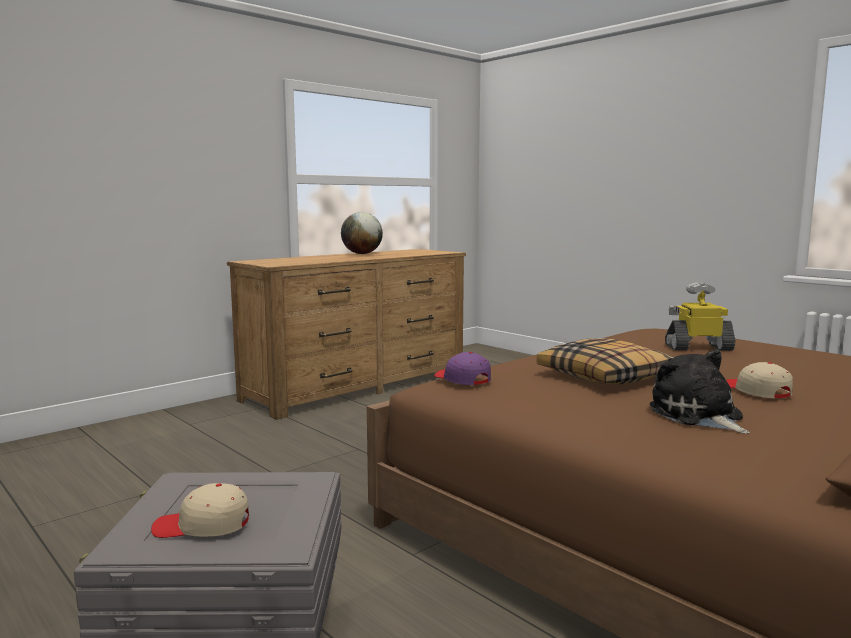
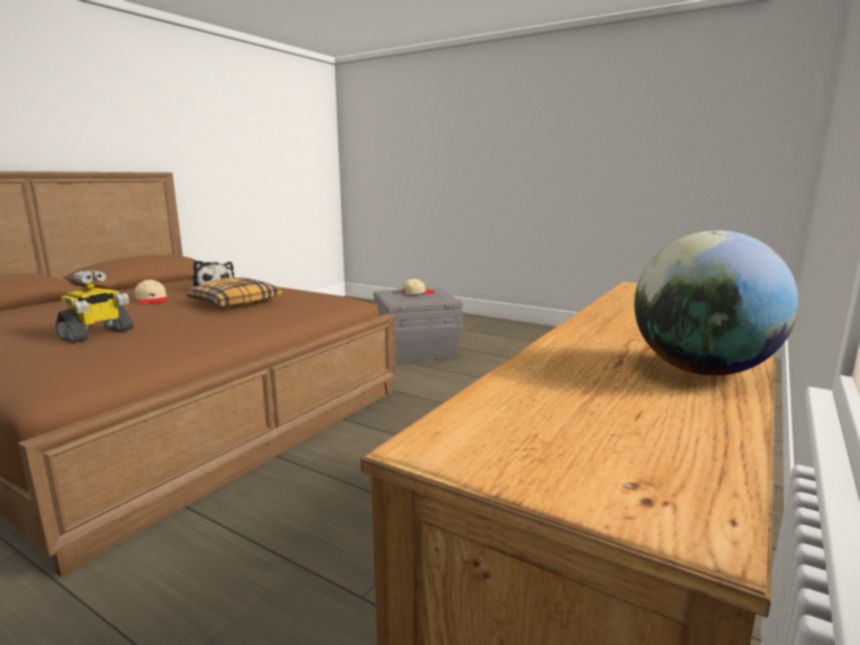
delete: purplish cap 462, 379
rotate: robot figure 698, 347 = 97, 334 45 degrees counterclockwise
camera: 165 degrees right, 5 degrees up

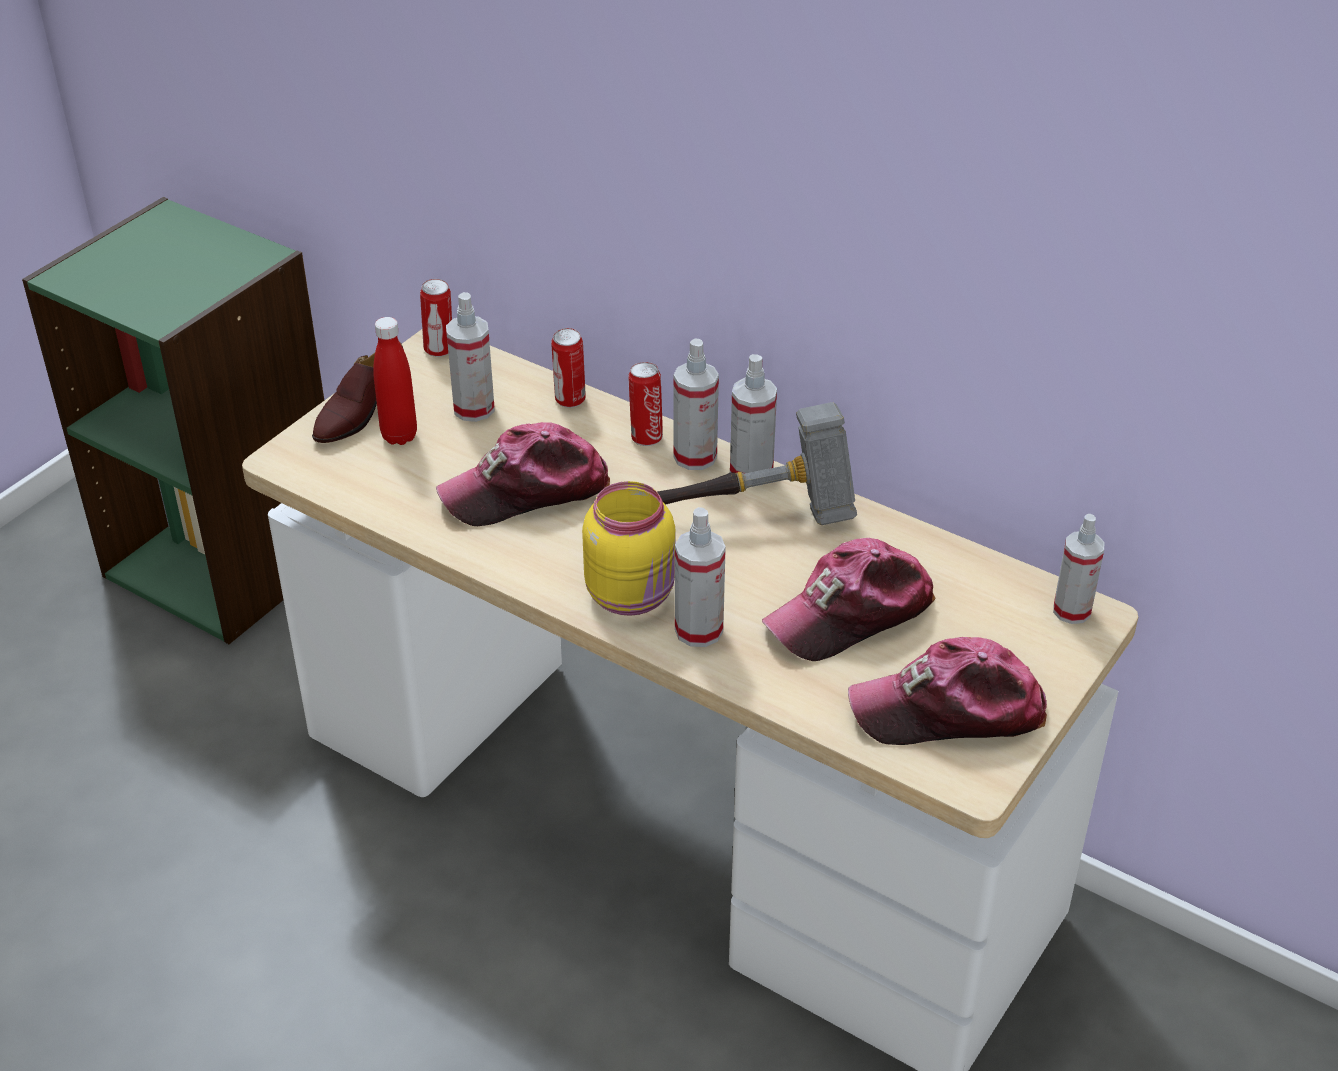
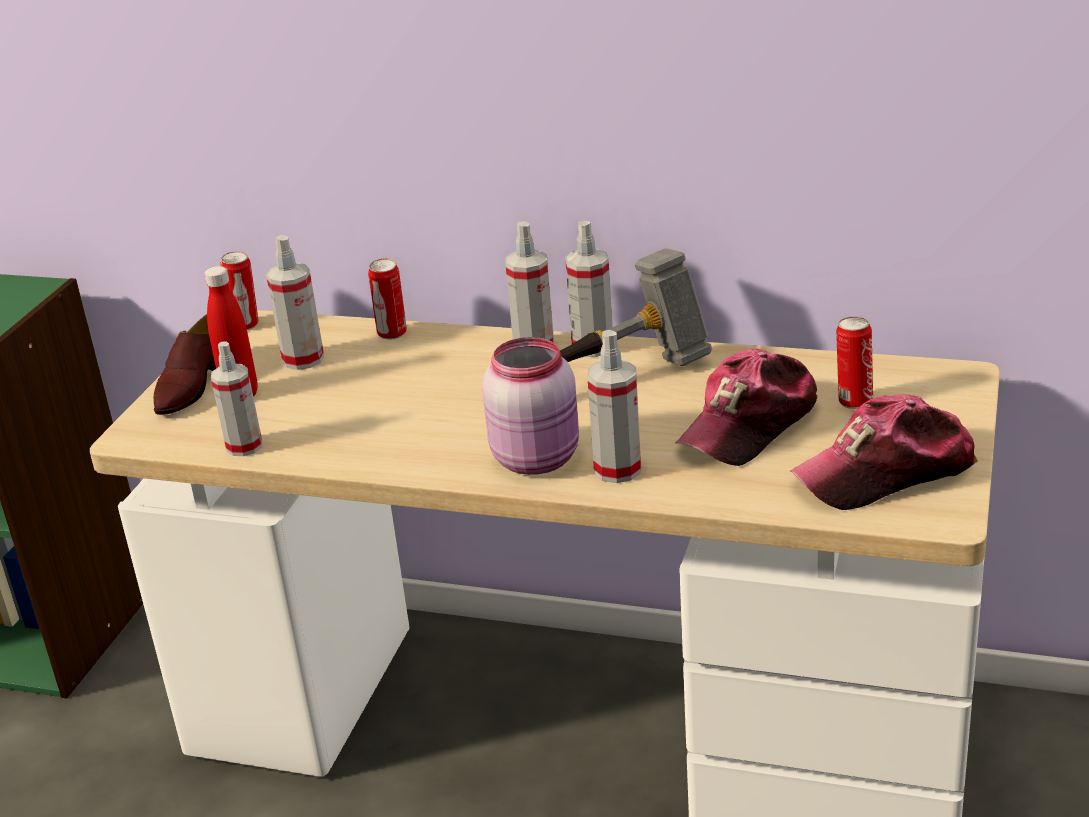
delete: cap 526, 491
move: spray bottle 1071, 611 to 244, 446; sealed can 646, 437 to 853, 401
recolor: yellowish storage jar 633, 594 to pink storage jar 538, 458
camera: 15 degrees left, 10 degrees down

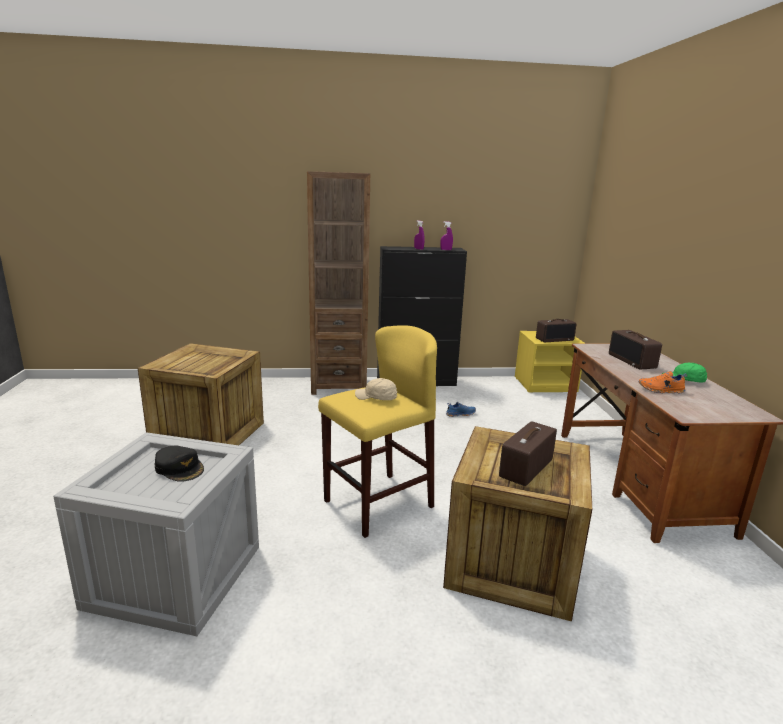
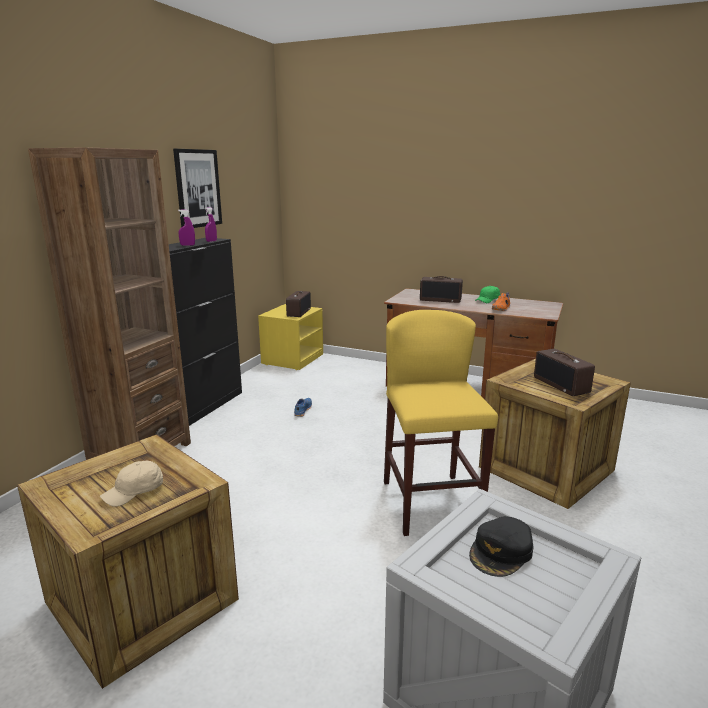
insert: wall art 197, 188
move: beige-coloured cap 376, 398 to 134, 492
rotate: black cap 180, 468 = 501, 552 150 degrees clockwise
camera: 60 degrees left, 0 degrees up

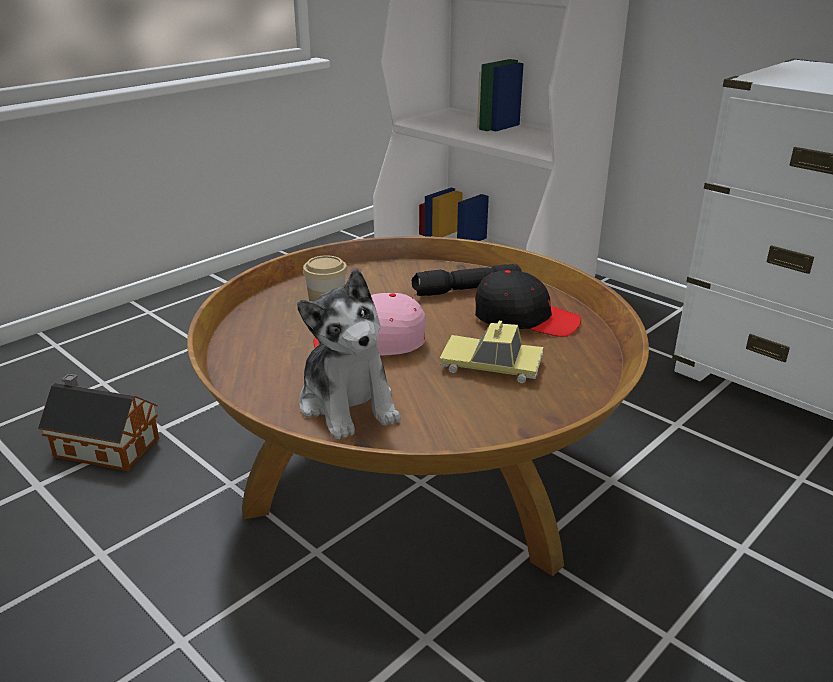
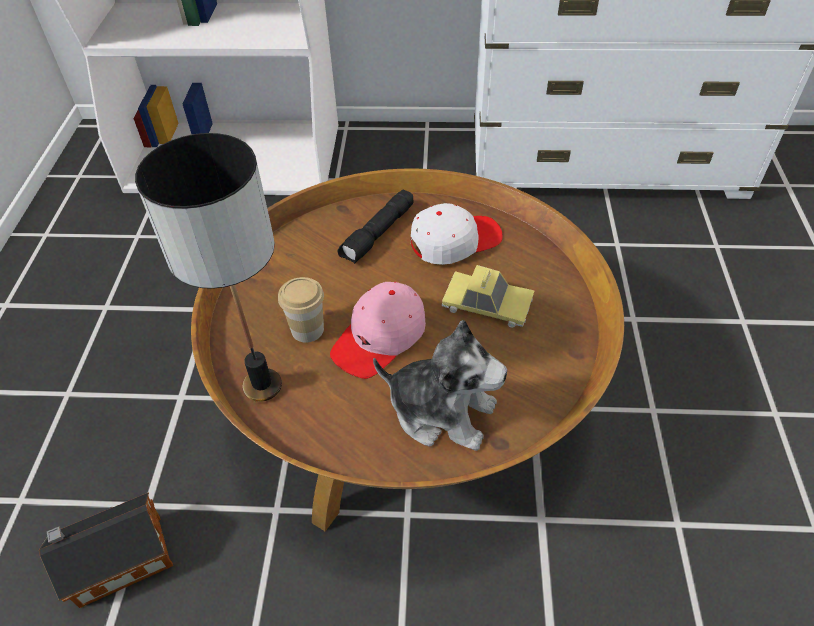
insert: lamp for a table 263, 385
recolor: black cap 525, 318 to whitish cap 454, 241
rotate: toy car 491, 365 = 487, 304 135 degrees counterclockwise
camera: 40 degrees left, 20 degrees up

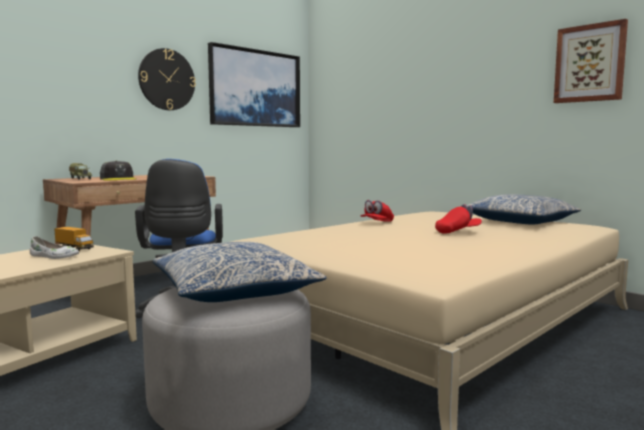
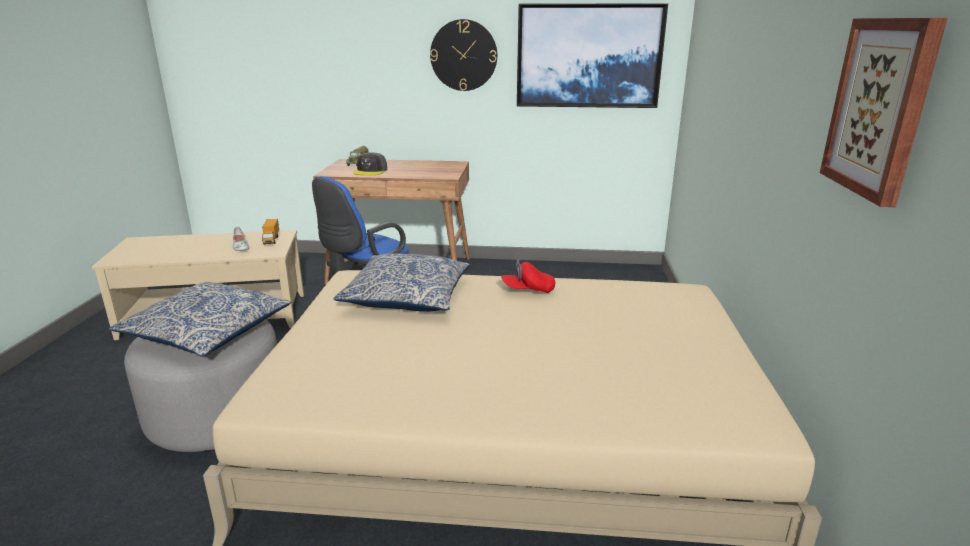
delete: red-coloured cap 458, 232
move: cushion 520, 221 to 407, 296
camera: 50 degrees right, 15 degrees up

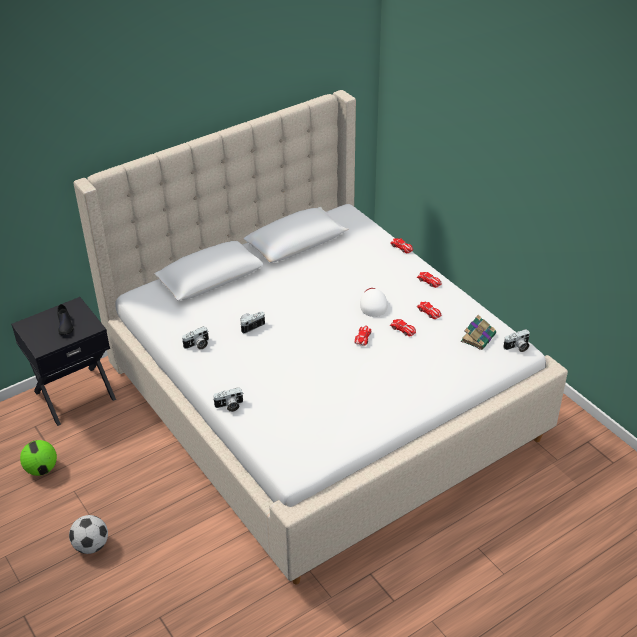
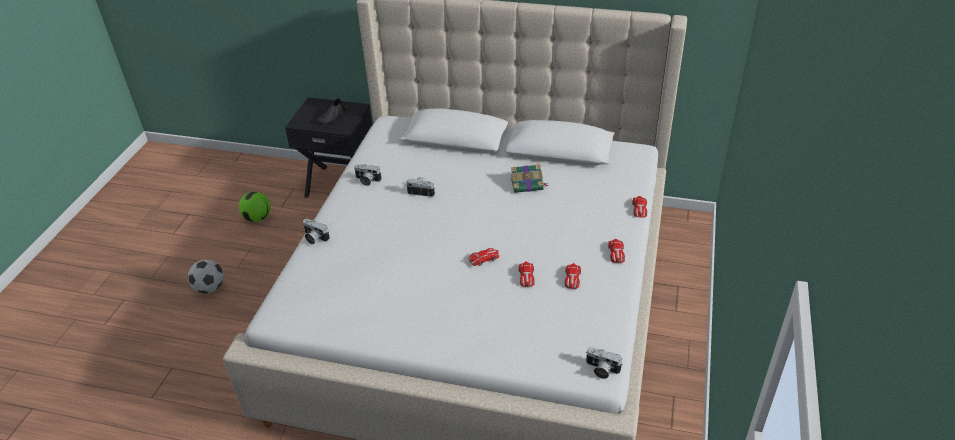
delete: whitish cap 373, 303
move: bound book 478, 337 to 528, 184
camera: 50 degrees right, 0 degrees up

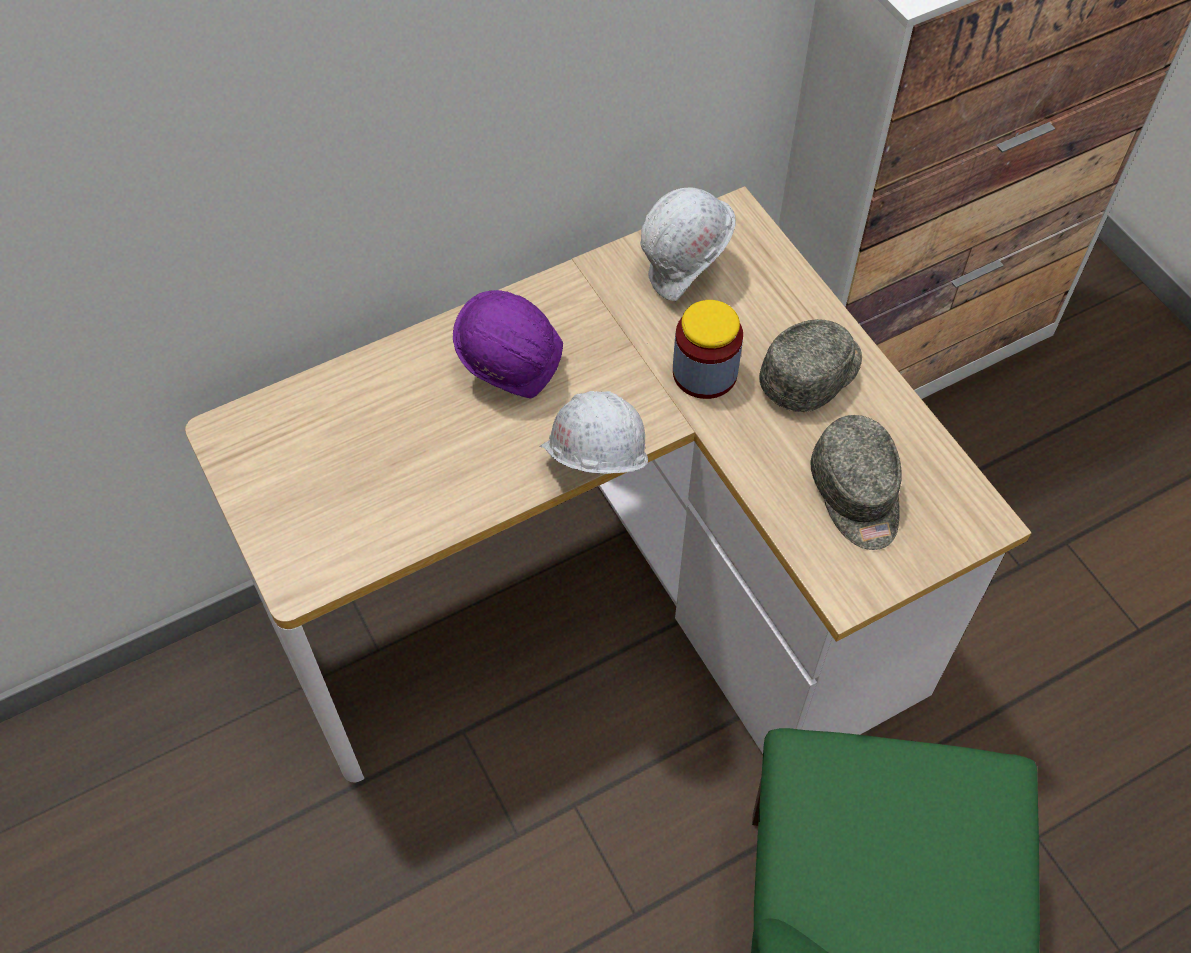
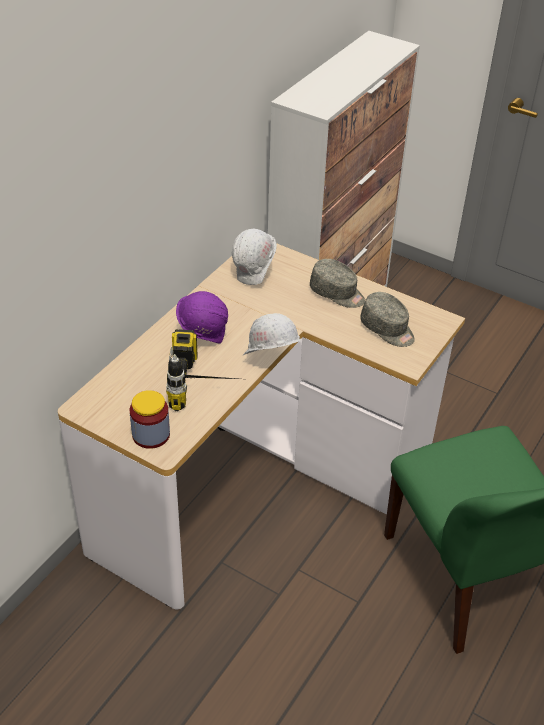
insert: electric drill 207, 387
move: storage jar 704, 373 to 151, 435
rotate: grey cap 812, 375 = 337, 293 105 degrees clockwise
camera: 30 degrees left, 15 degrees down

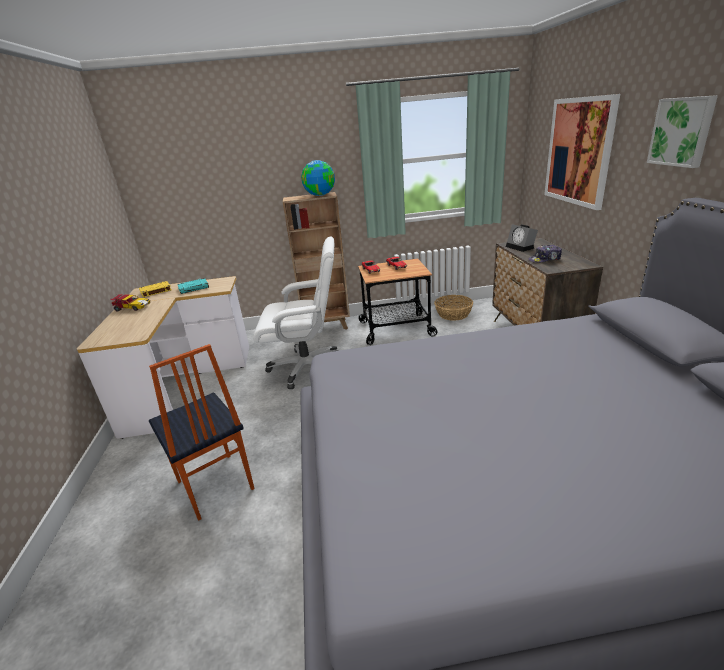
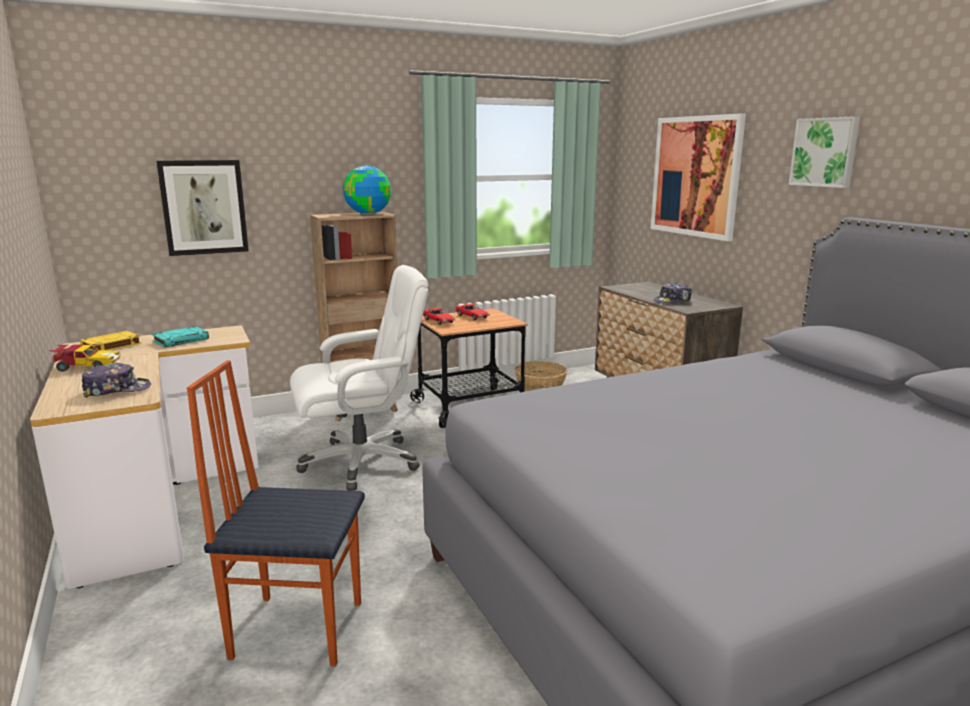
delete: table clock 521, 247
insert: cap 117, 390; wall art 204, 207
rotate: plain chair 214, 486 = 297, 628 150 degrees clockwise
camera: 20 degrees left, 10 degrees down

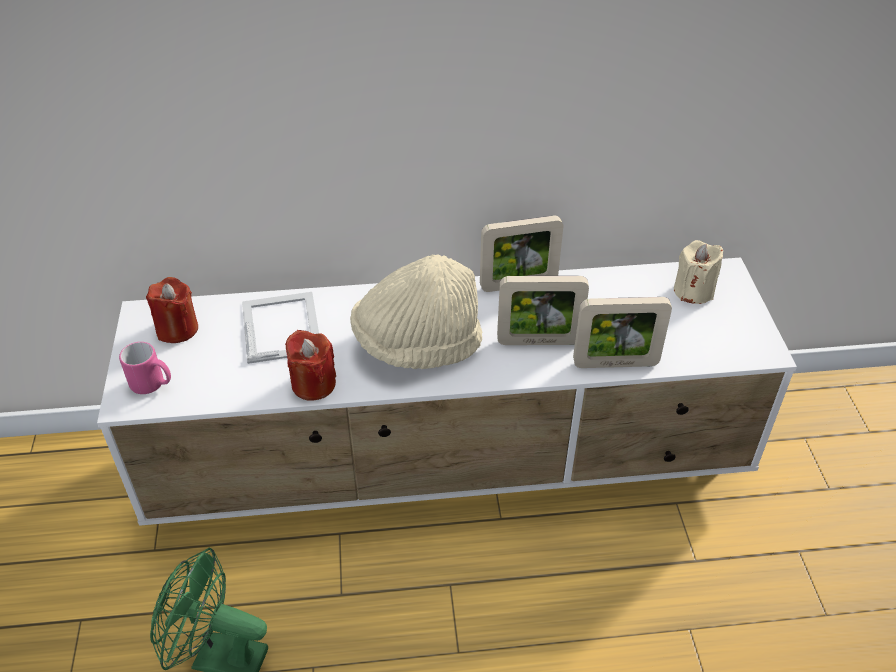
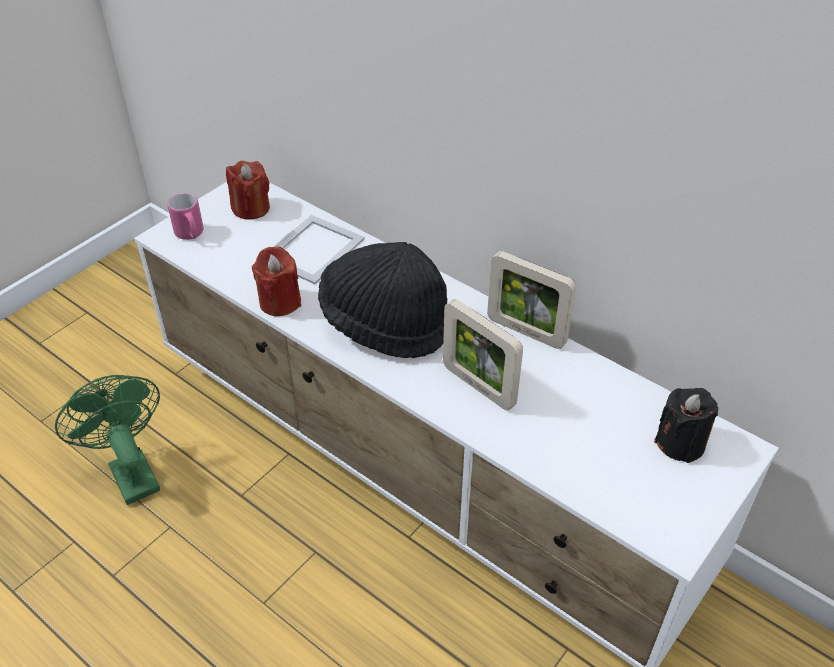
delete: picture frame 615, 364
recolor: beige-coloured hat 417, 344 to black hat 385, 324; beige-coloured wax candle 693, 291 to black wax candle 680, 443
camera: 45 degrees right, 0 degrees up

